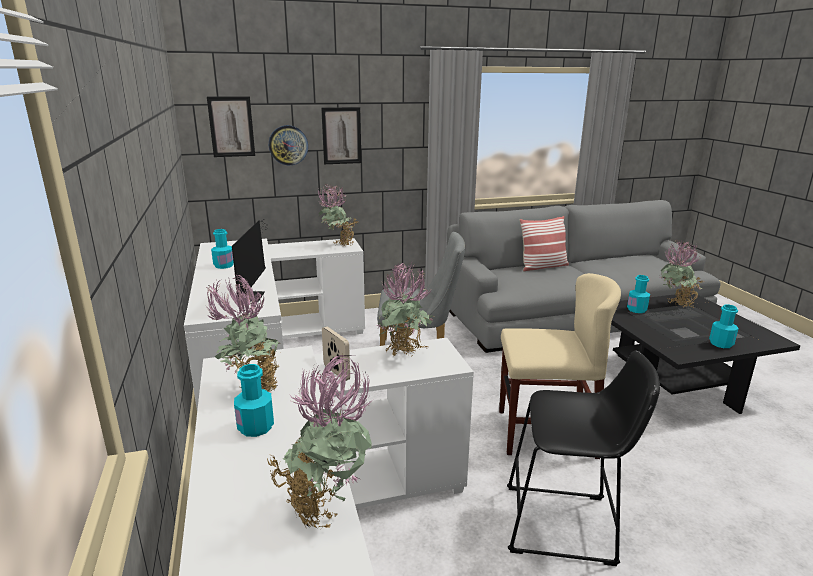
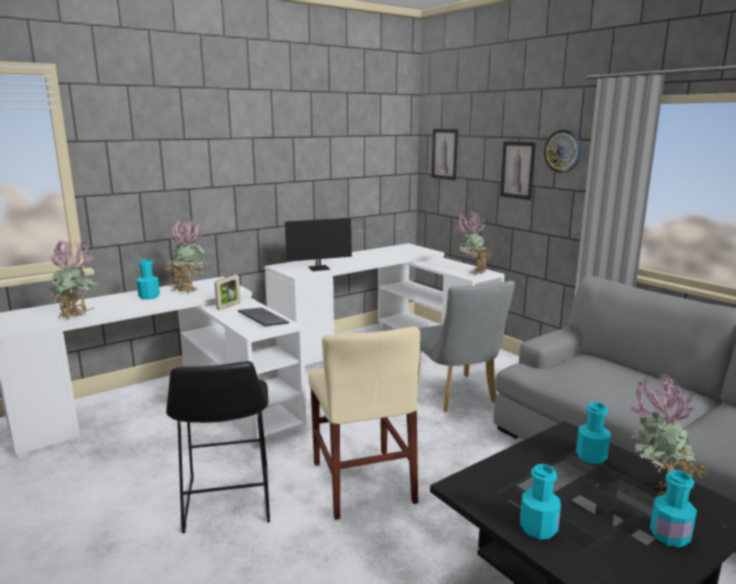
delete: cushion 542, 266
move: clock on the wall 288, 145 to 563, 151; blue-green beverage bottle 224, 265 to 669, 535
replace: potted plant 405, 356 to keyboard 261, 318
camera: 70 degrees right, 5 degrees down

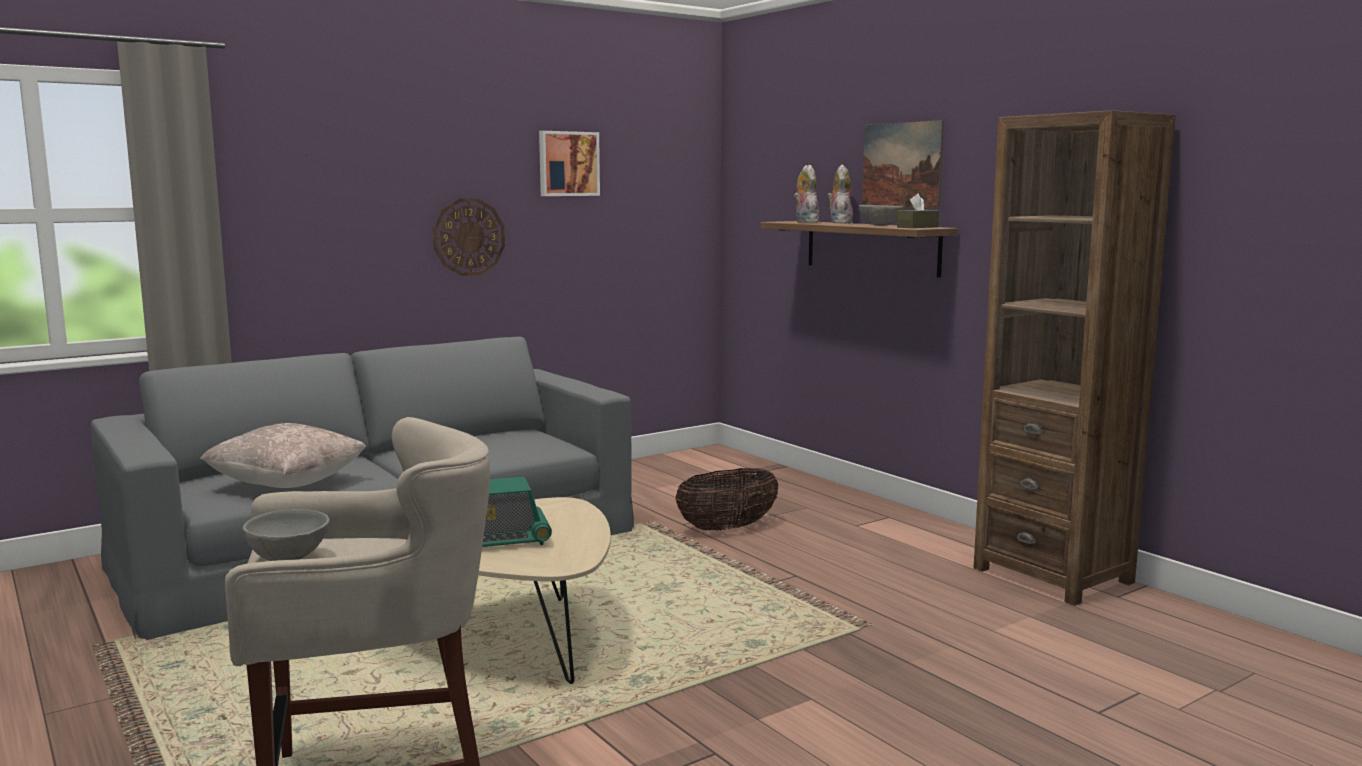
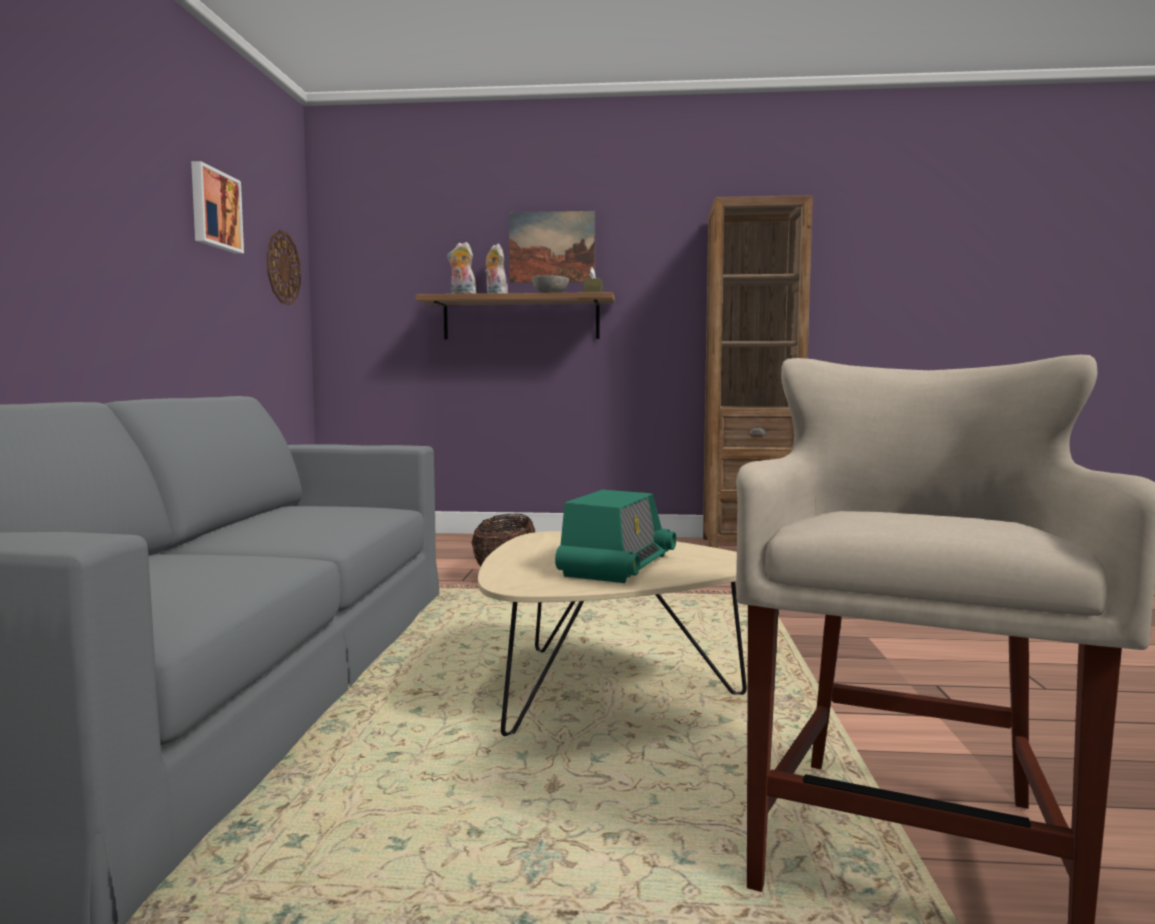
delete: beige-coloured cushion 287, 485; grey serving bowl 290, 558
move: clock on the wall 469, 237 to 283, 267
camera: 50 degrees left, 5 degrees down

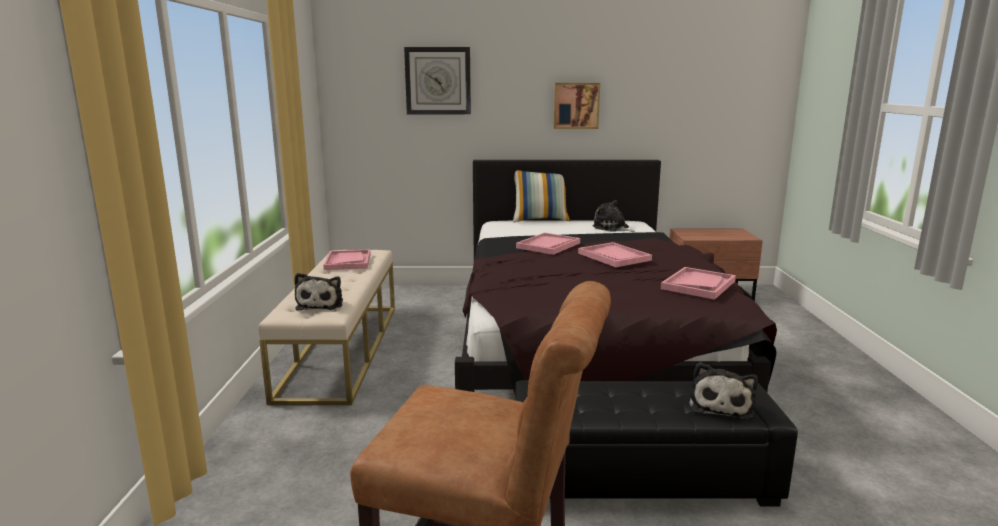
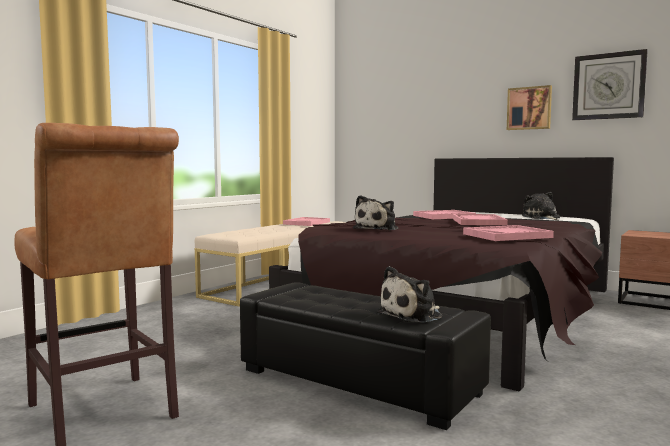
delete: cushion 540, 219
move: cuddly toy 321, 304 to 378, 229; clock on the wall 438, 81 to 608, 86
camera: 35 degrees right, 10 degrees down

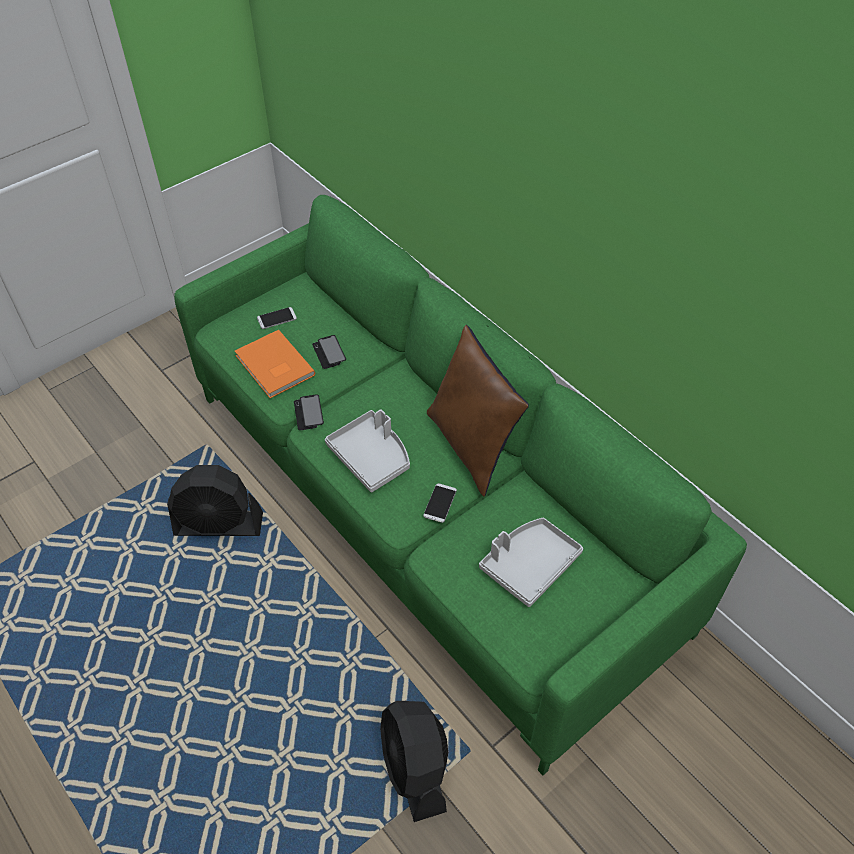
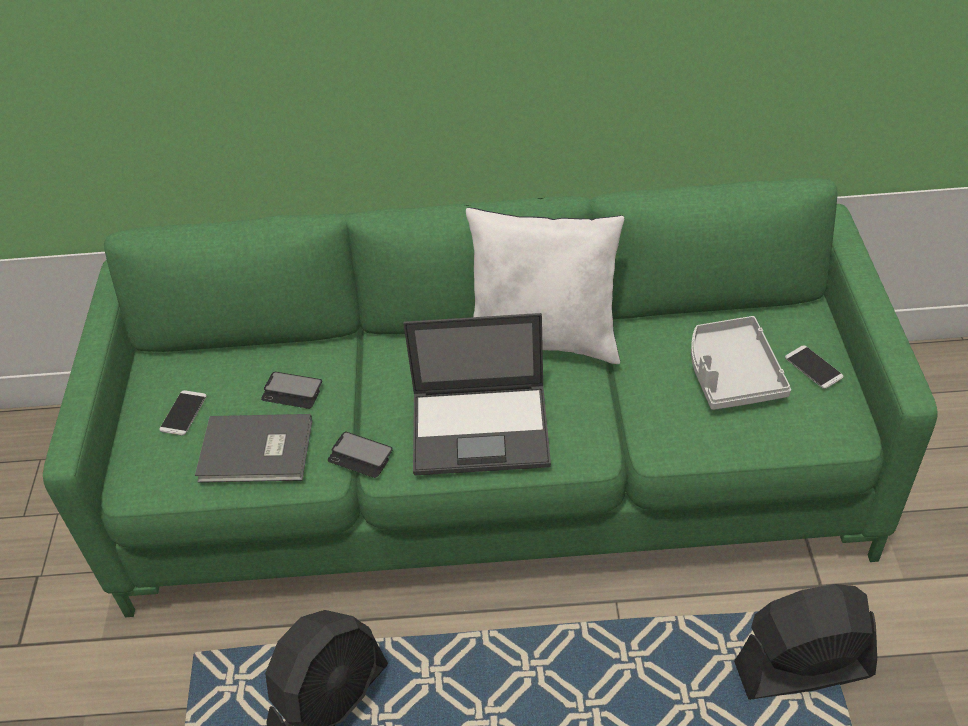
move: handset 440, 503 to 813, 367
replace: grey carrying tray 371, 457 to portable computer 482, 429
recolor: orange-coloured bound book 274, 367 to grey bound book 257, 453; brown cushion 472, 446 to whitish cushion 545, 340
rotate: black cooling fan 415, 767 = 802, 669 150 degrees clockwise
camera: 50 degrees left, 5 degrees down

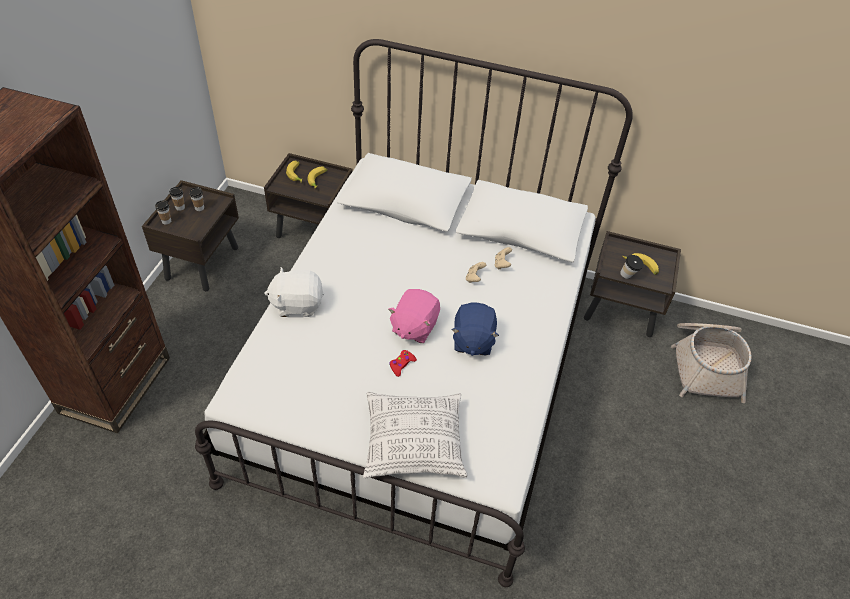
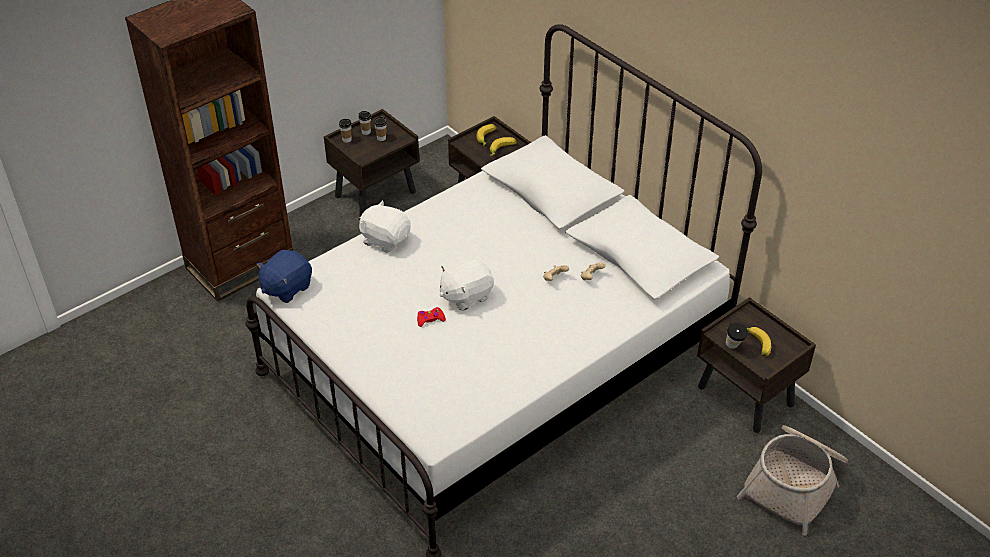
delete: cushion 414, 443
move: bluish cuddly toy 472, 341 to 286, 288
recolor: pink cuddly toy 414, 327 to whitish cuddly toy 466, 295
camera: 35 degrees right, 5 degrees down

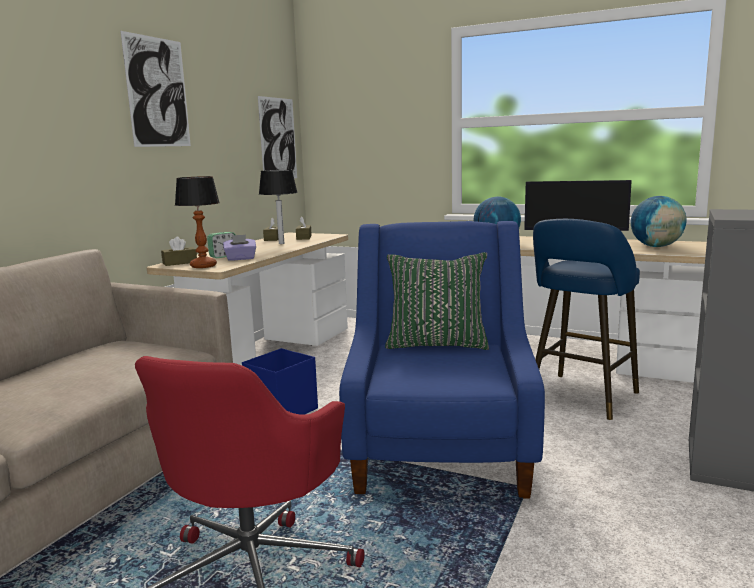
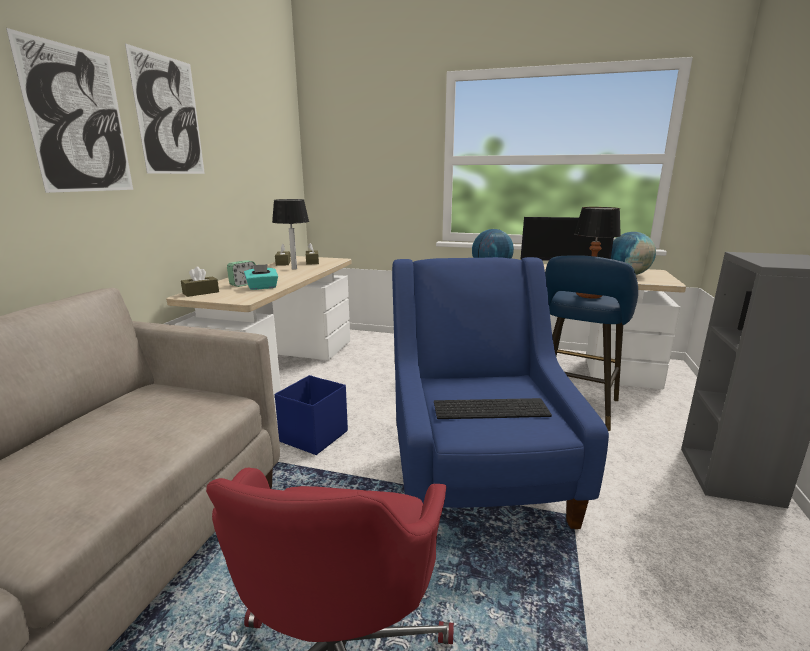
delete: green cushion 436, 344
insert: keyboard 491, 408
move: wall art 278, 139 to 78, 120; lamp for a table 203, 266 to 588, 295
recolor: purplish box of tissues 240, 258 to blue-green box of tissues 262, 287
camera: 10 degrees left, 5 degrees up

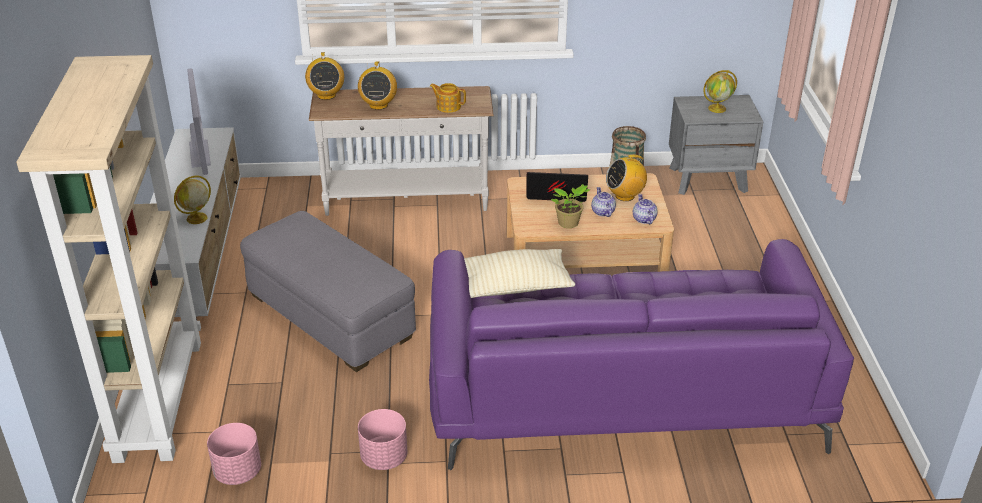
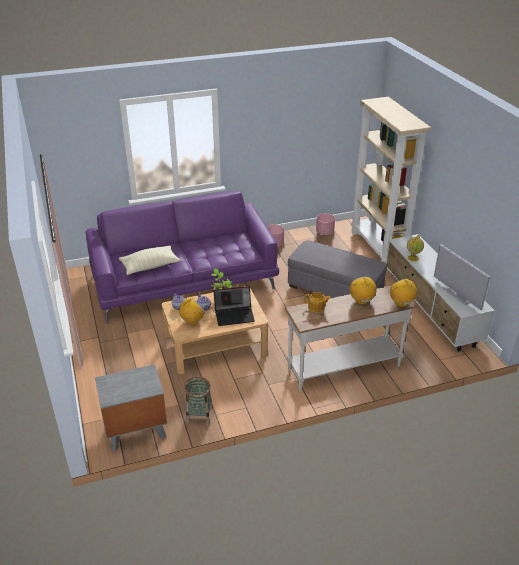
delete: world globe 717, 108
move: beige-coloured cushion 513, 286 to 150, 266
camera: 165 degrees right, 0 degrees up

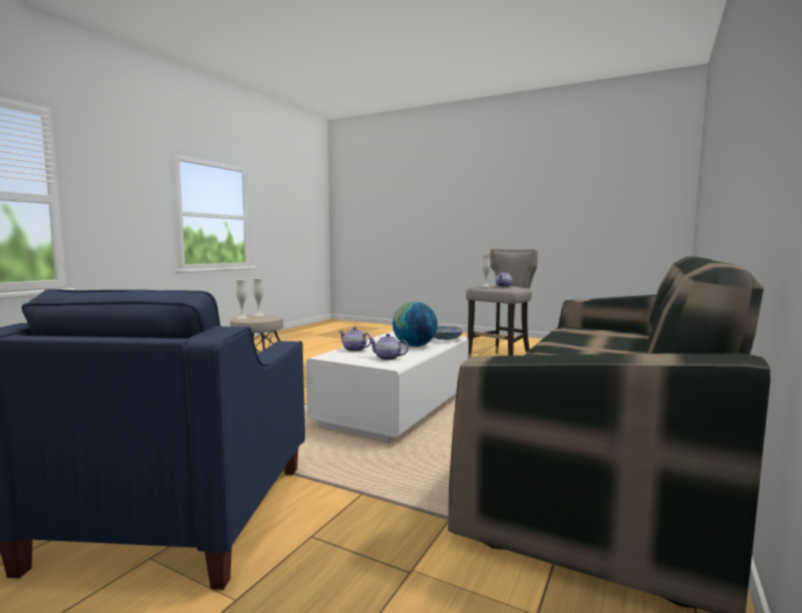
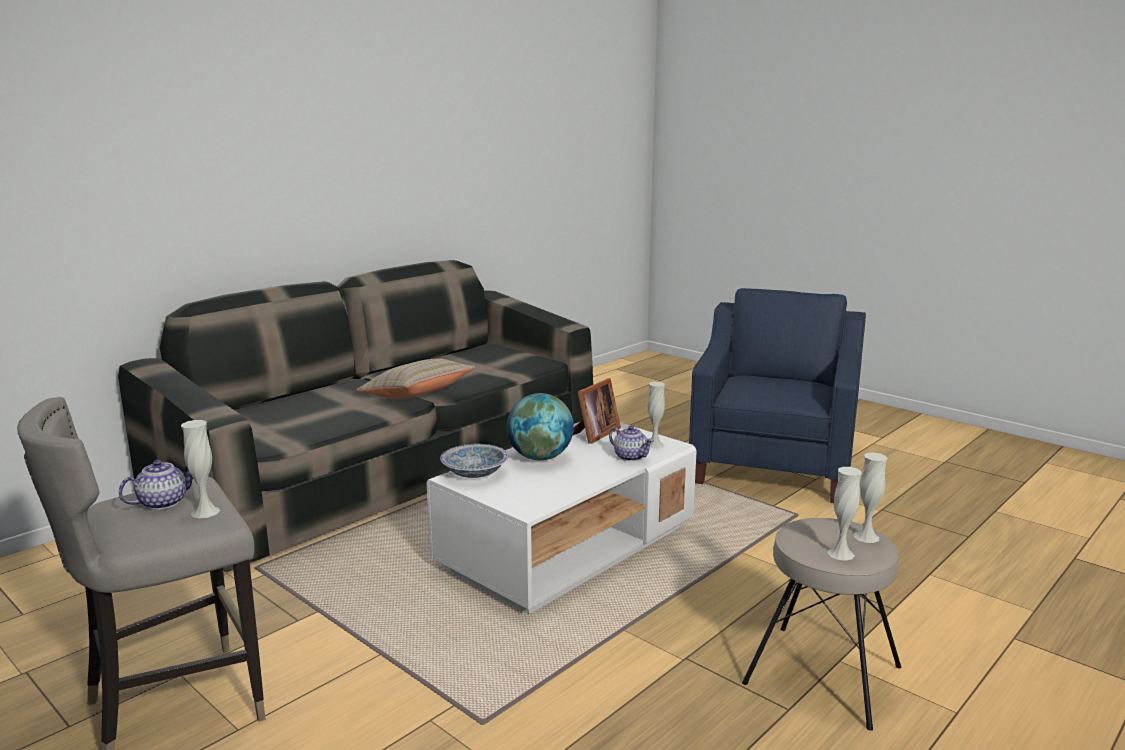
insert: beige-coloured cushion 417, 396; whitish flower vase 654, 445
replace: tea pot 388, 358 to picture frame 594, 434
camera: 165 degrees left, 10 degrees up

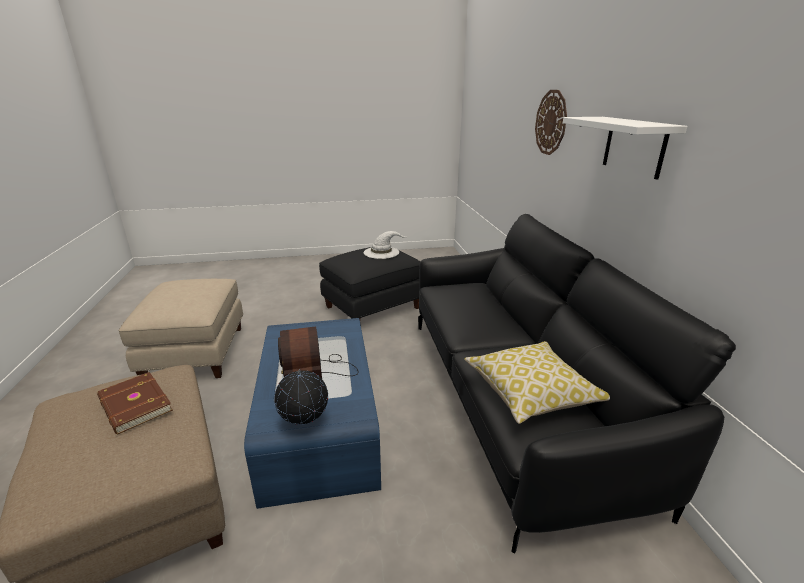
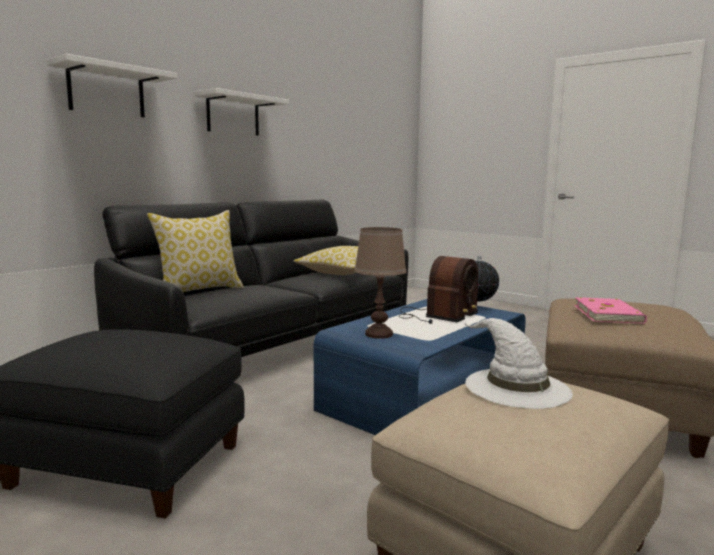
insert: cushion 199, 291; brown lamp for a table 379, 334
move: whitish hat 382, 252 to 515, 386
replace: clock on the wall 551, 122 to whitish wall shelf 106, 91
recolor: brown bound book 133, 405 to pink bound book 608, 314
camera: 130 degrees left, 15 degrees down

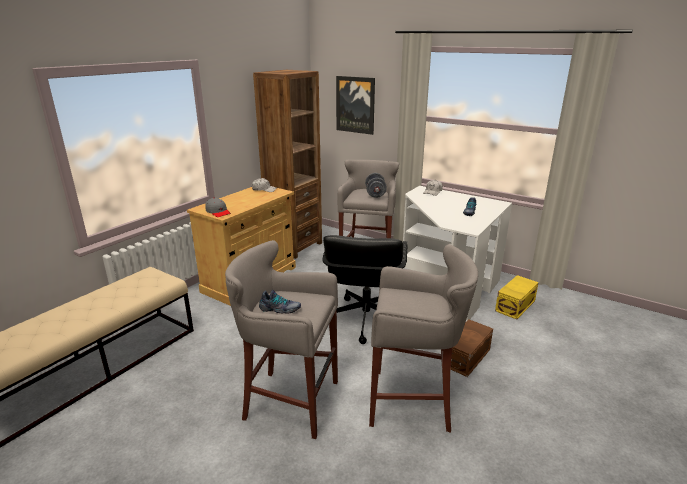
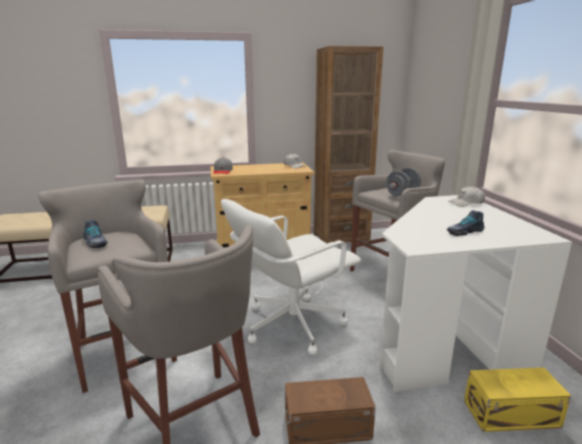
delete: wall art 355, 105
recolor: black office chair 365, 320 to whitish office chair 291, 324
camera: 45 degrees right, 5 degrees down

